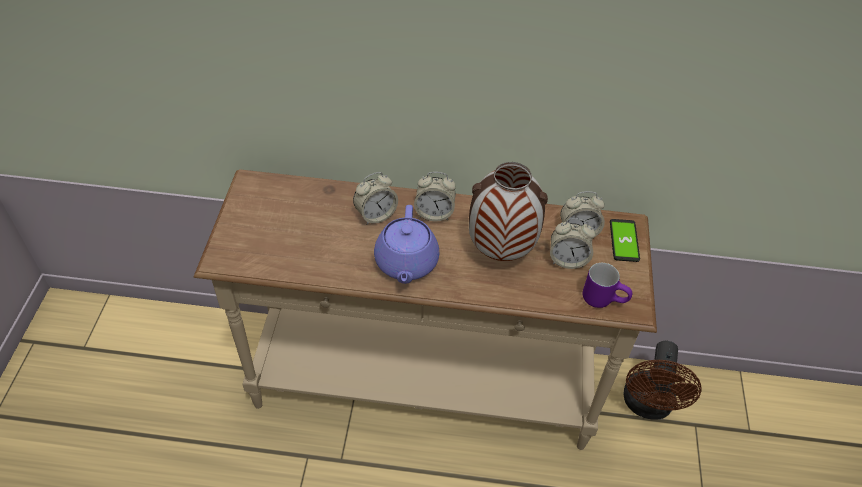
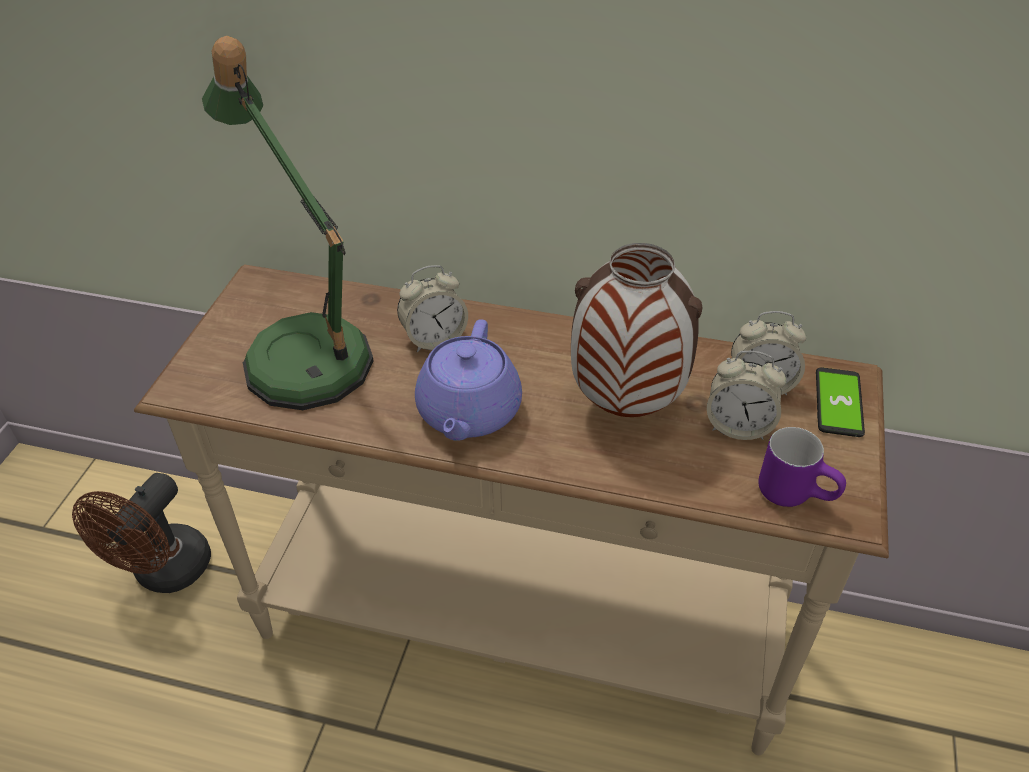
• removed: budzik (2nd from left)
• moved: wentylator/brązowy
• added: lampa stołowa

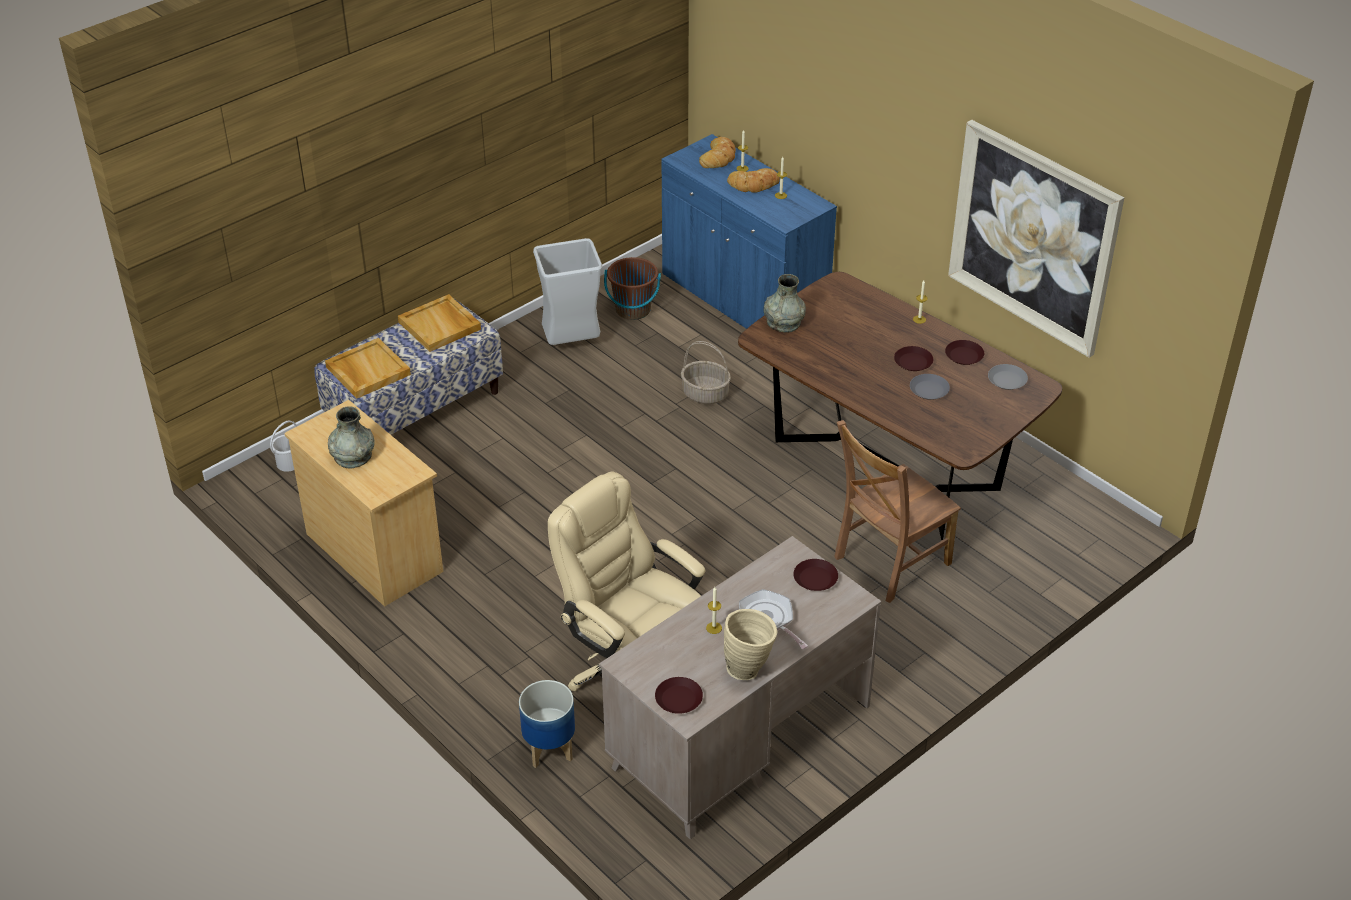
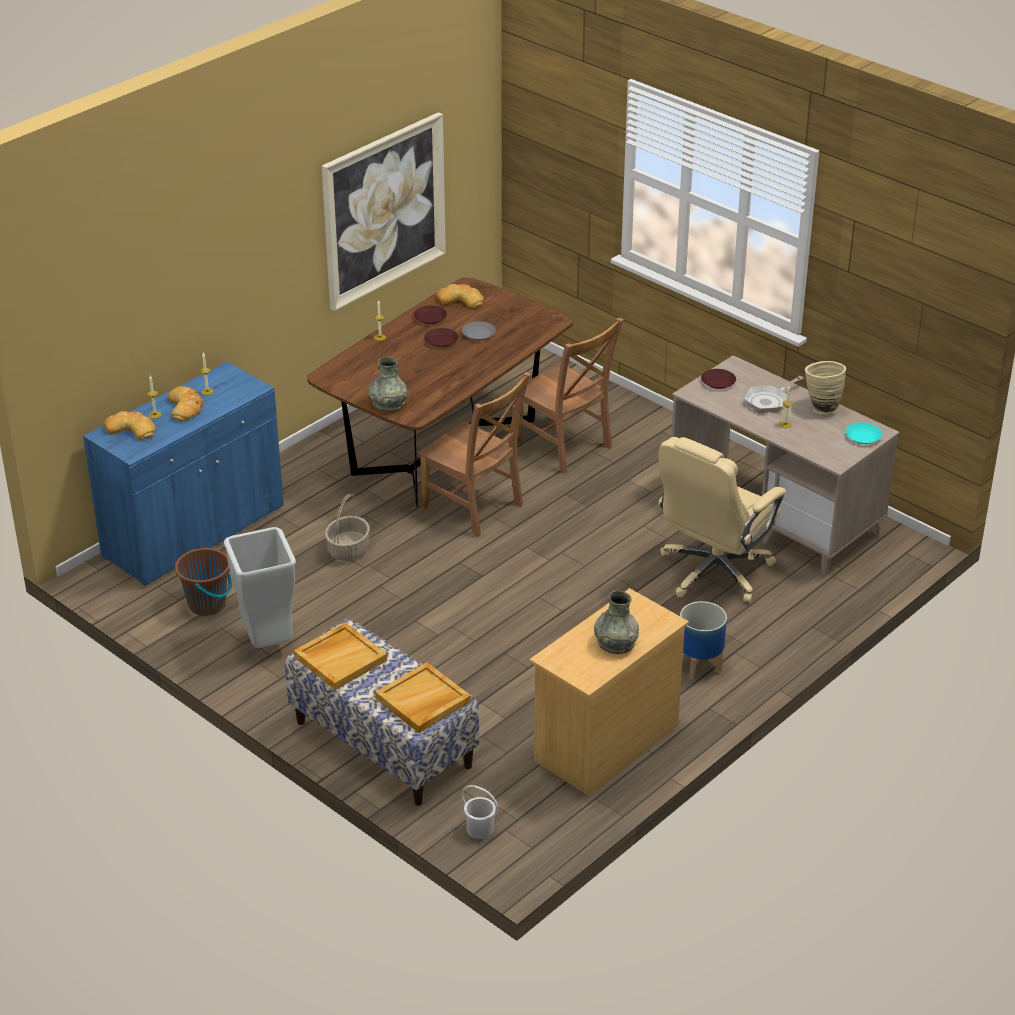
• moved: donica
• recoloured: talerz/brązowy (1st from left) to talerz/turkusowy
• replaced: talerz/szary (2nd from left) to chleb (3rd from left)
• added: krzesło/brązowy (1st from left)

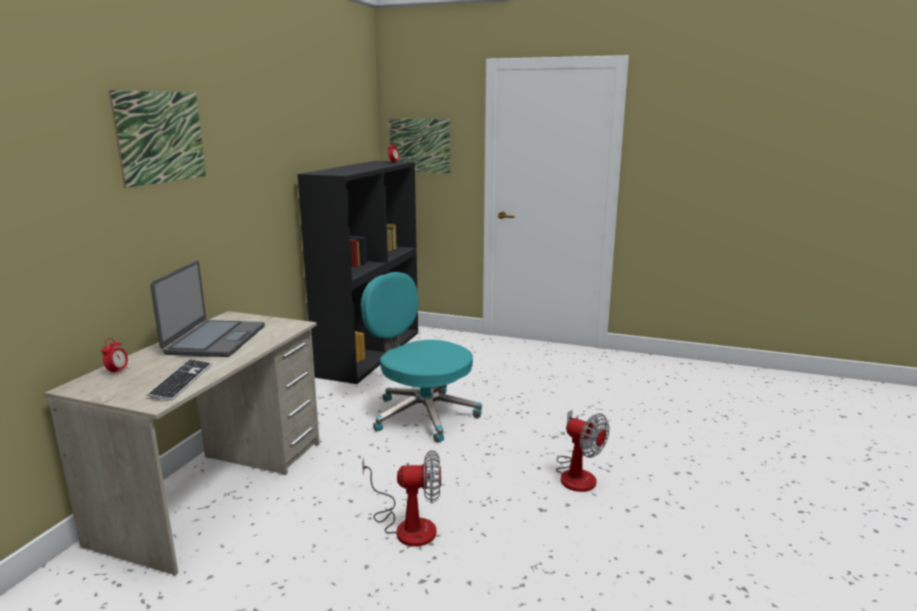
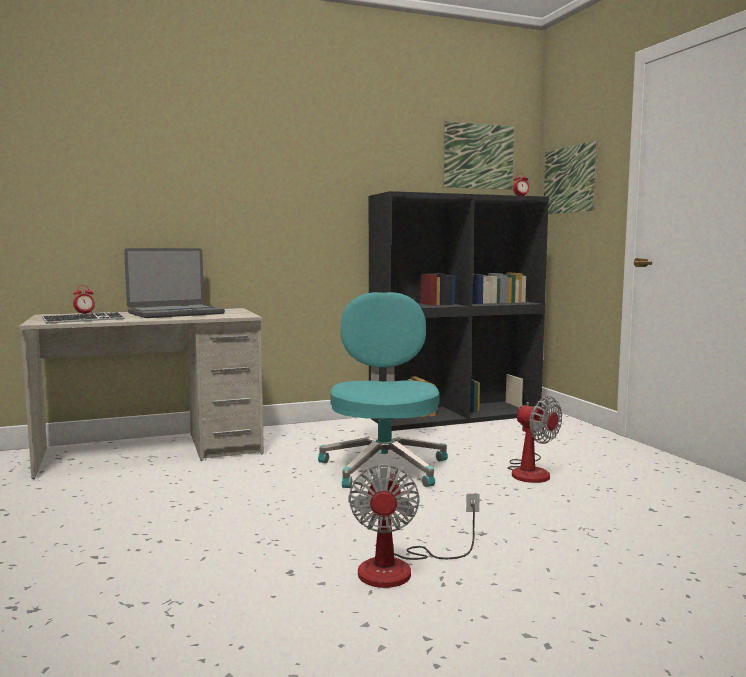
• moved: obraz (1st from left)
• moved: wentylator (1st from left in the first image) to wentylator (2nd from left)

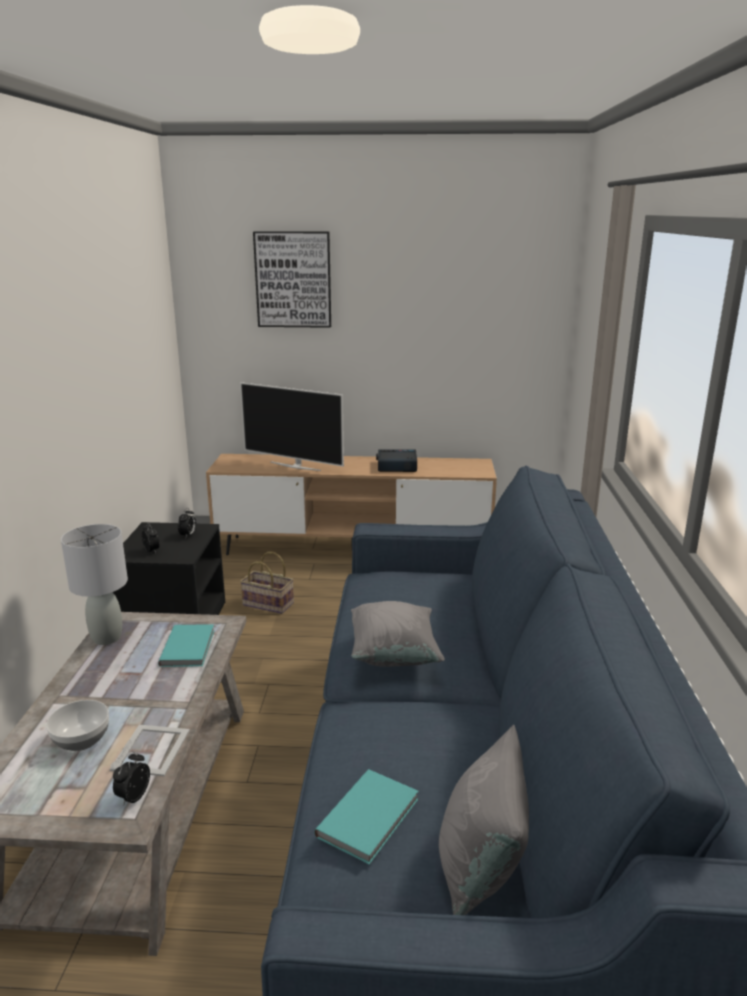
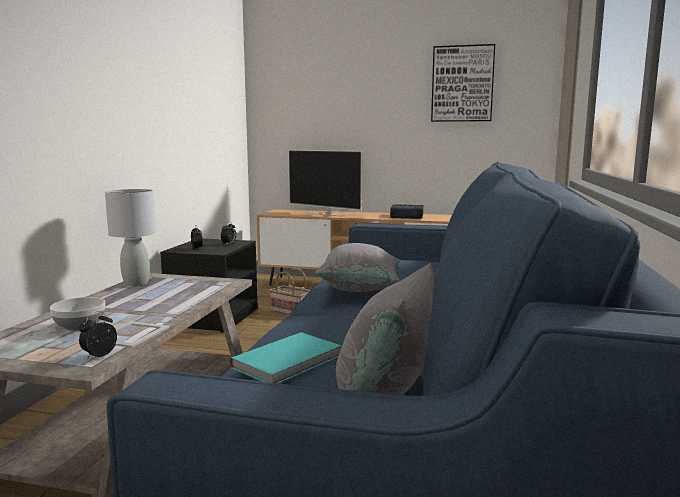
• removed: książka/turkusowy (1st from left)
• moved: obraz

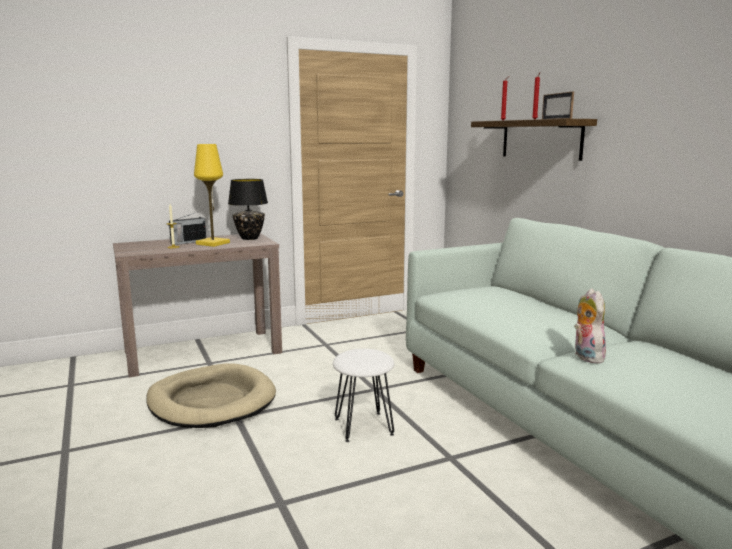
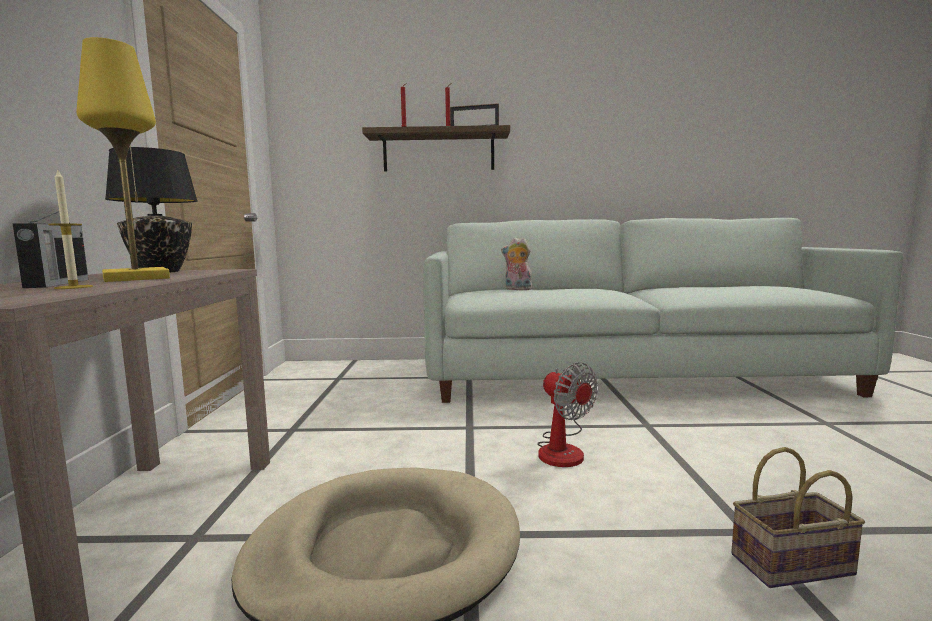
• replaced: stołek/biały to wentylator
• moved: pluszak
• added: koszyk

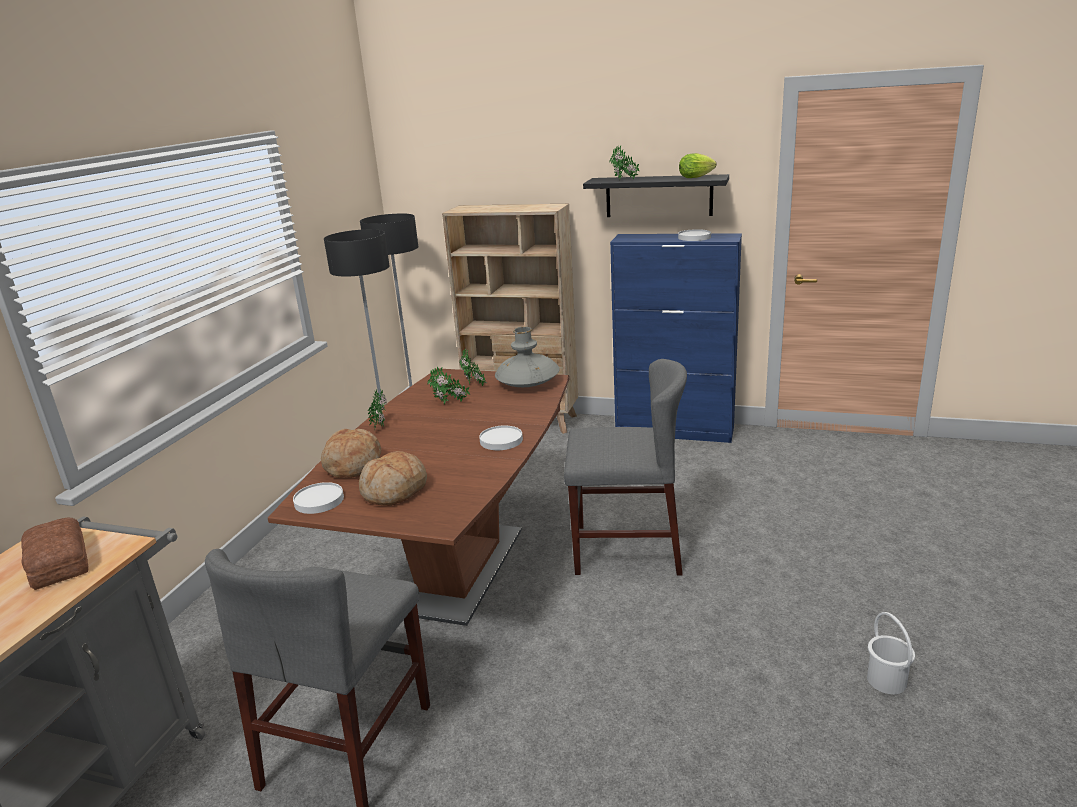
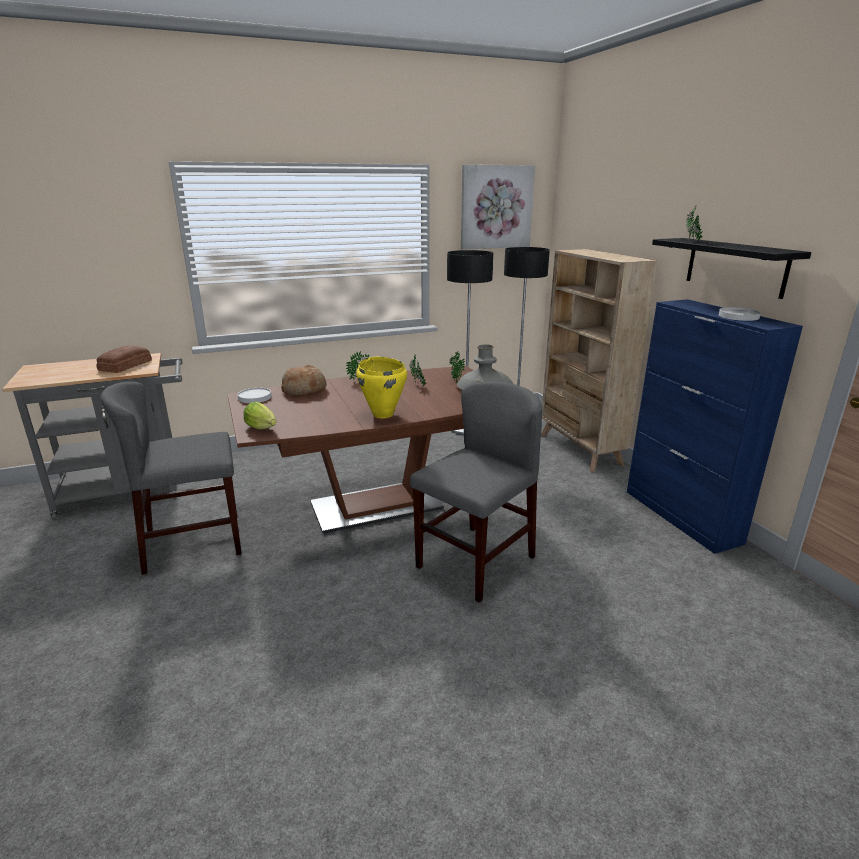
• removed: chleb (3rd from left)
• replaced: talerz/biały (2nd from left) to garnek/żółty
• turned: krzesło/szary (2nd from left) 105 degrees counterclockwise
• moved: sałata
• removed: wiadro/biały
• added: obraz

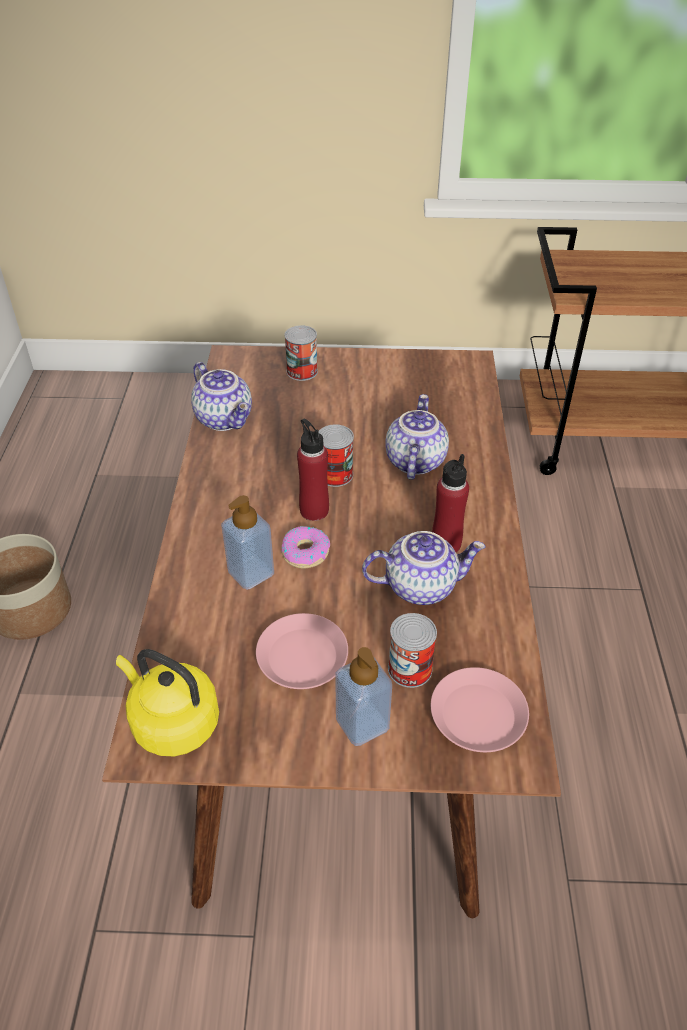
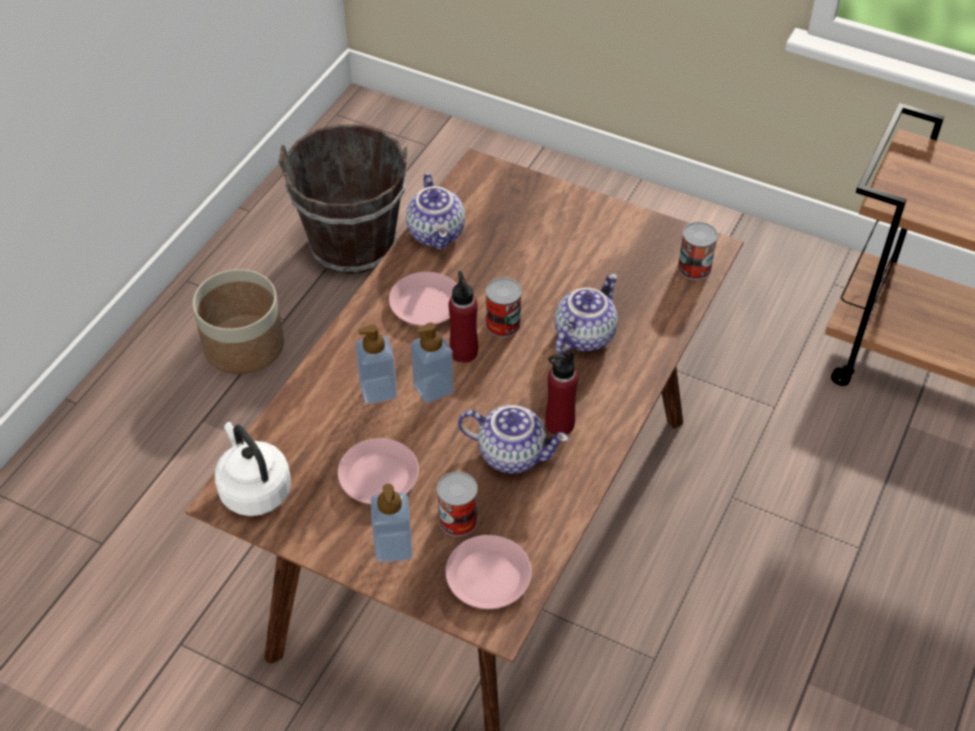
• recoloured: czajnik/żółty to czajnik/biały
• replaced: donut to dozownik mydła (3rd from left)
• moved: puszka (1st from left in the first image) to puszka (3rd from left)
• added: wiadro/brązowy
• added: talerz/różowy (2nd from left)

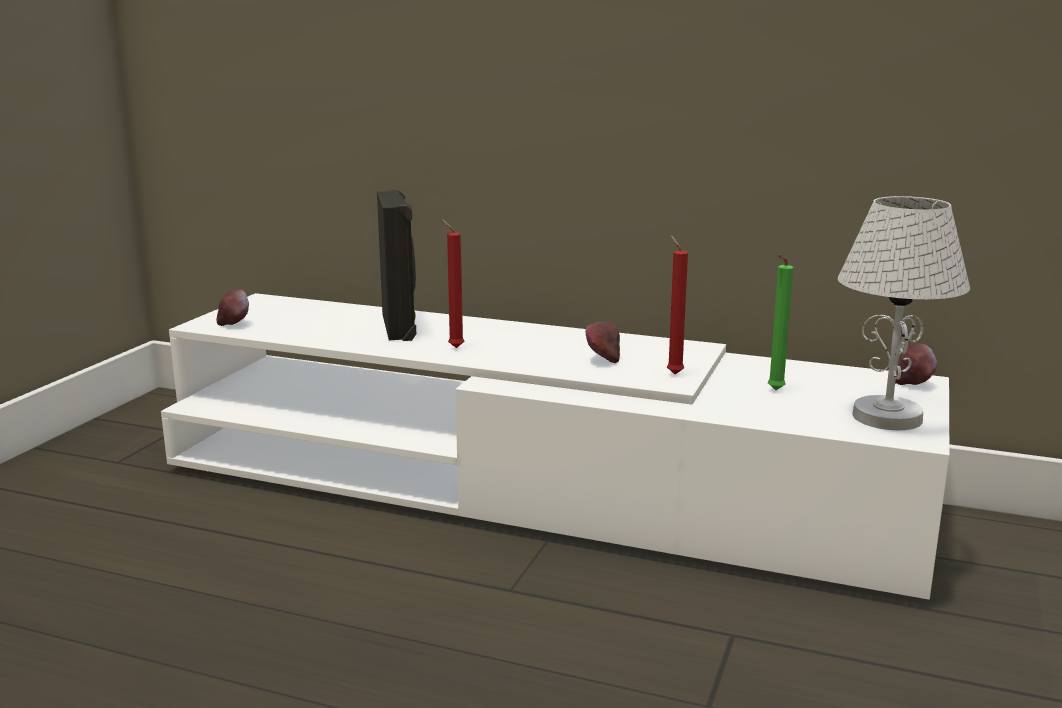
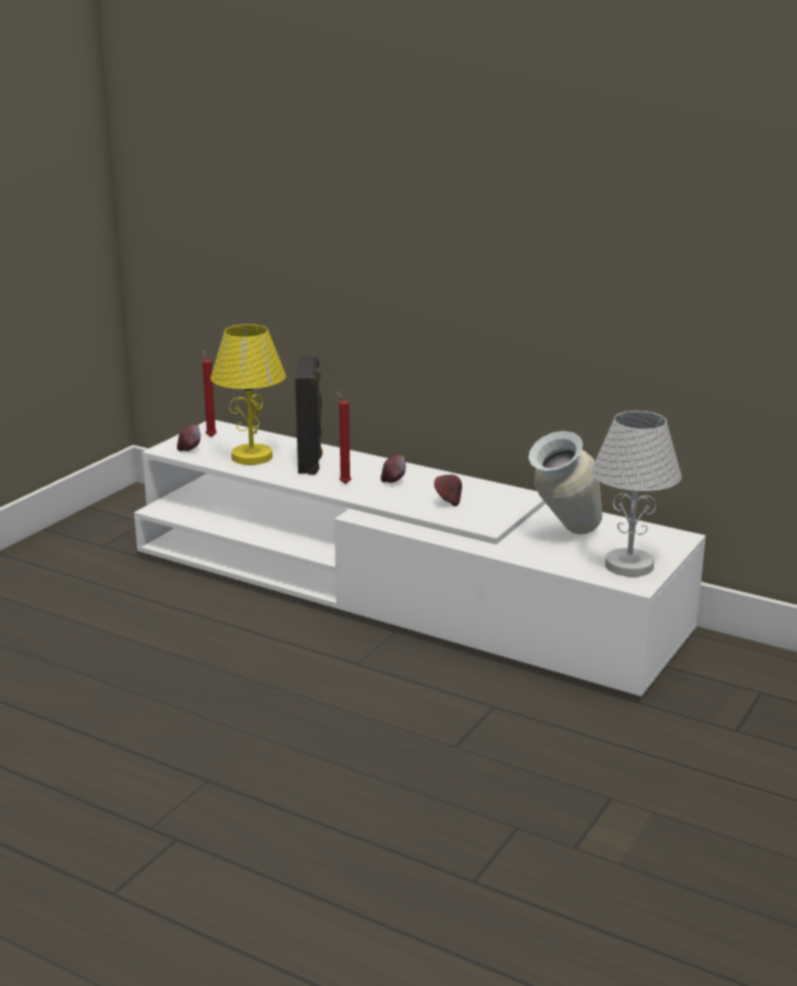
• moved: świeca/czerwony (2nd from left in the first image) to świeca/czerwony (1st from left)
• replaced: świeca/zielony to wazon
• moved: jabłko (3rd from left in the first image) to jabłko (2nd from left)
• added: lampa stołowa/żółty

